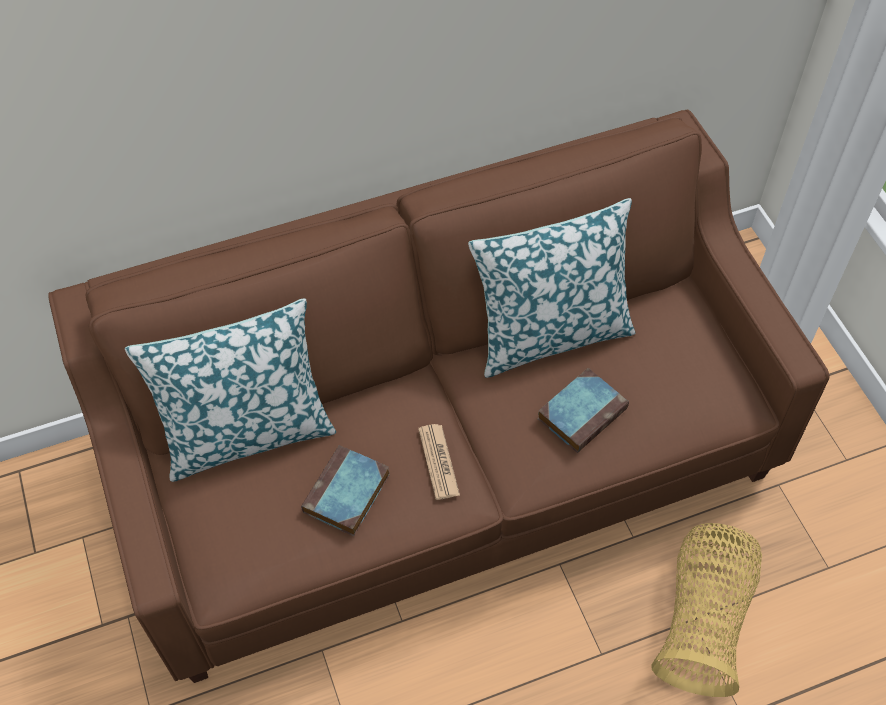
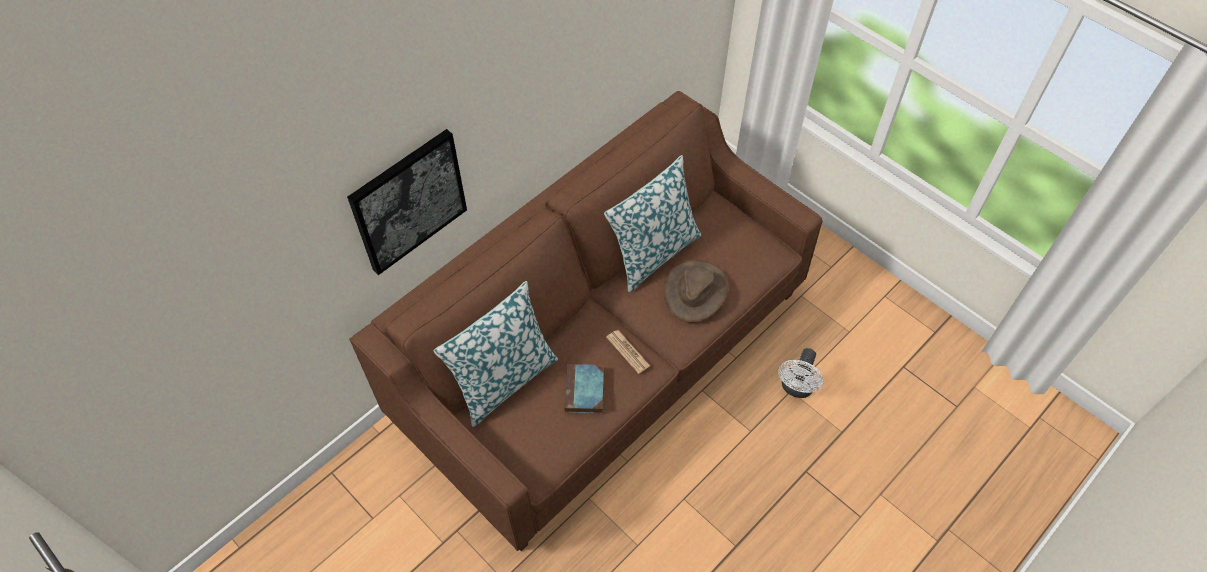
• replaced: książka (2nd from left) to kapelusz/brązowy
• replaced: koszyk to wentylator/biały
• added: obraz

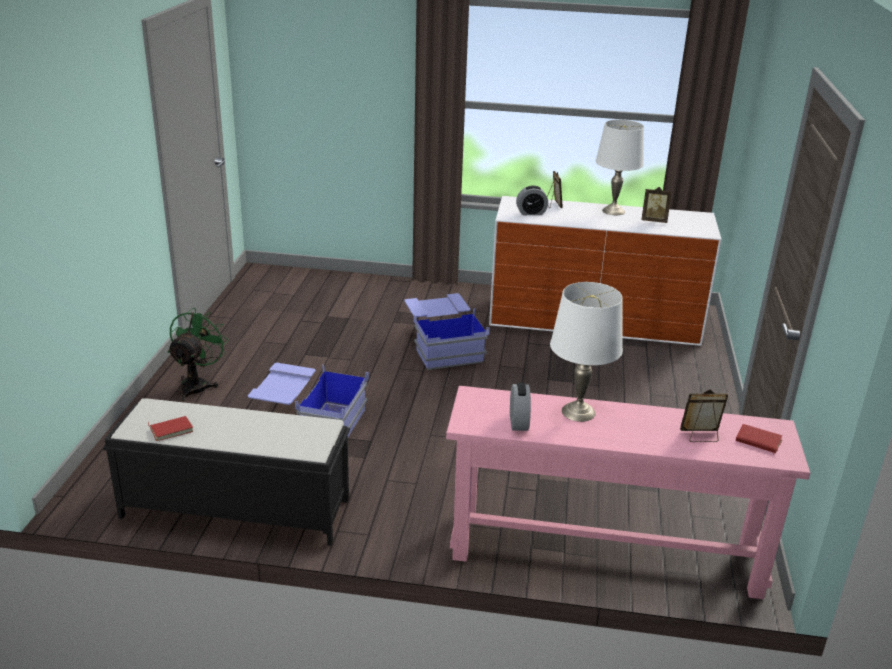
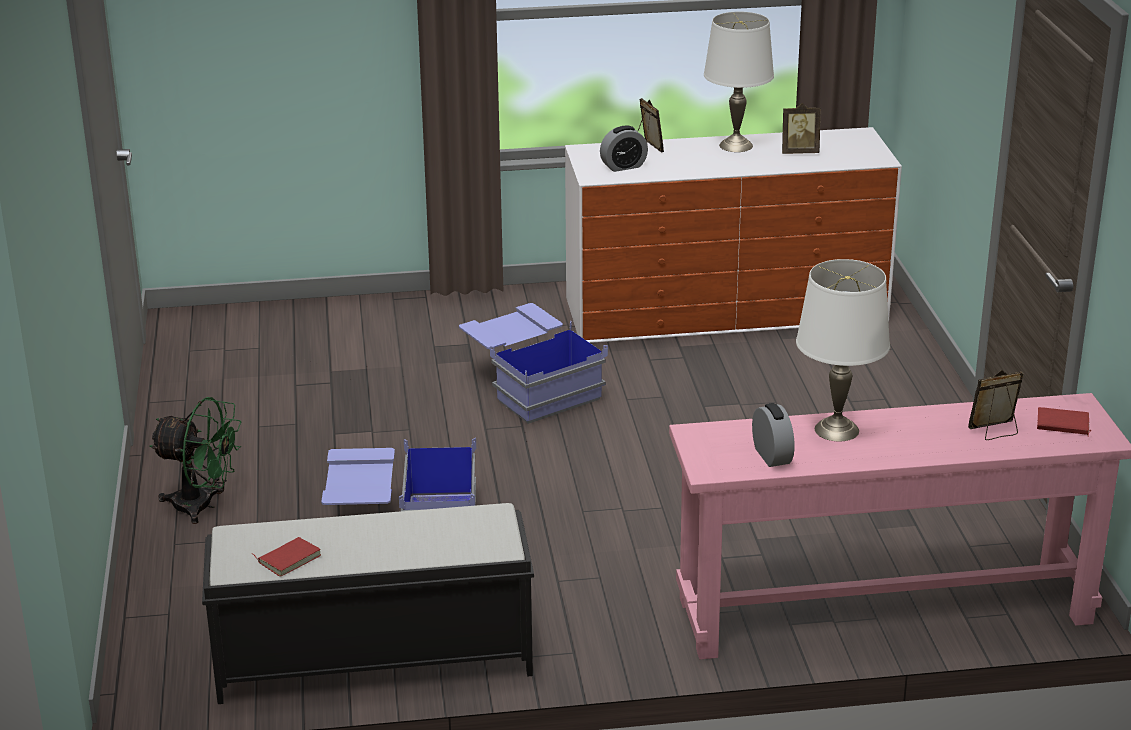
• turned: wentylator/zielony 105 degrees clockwise

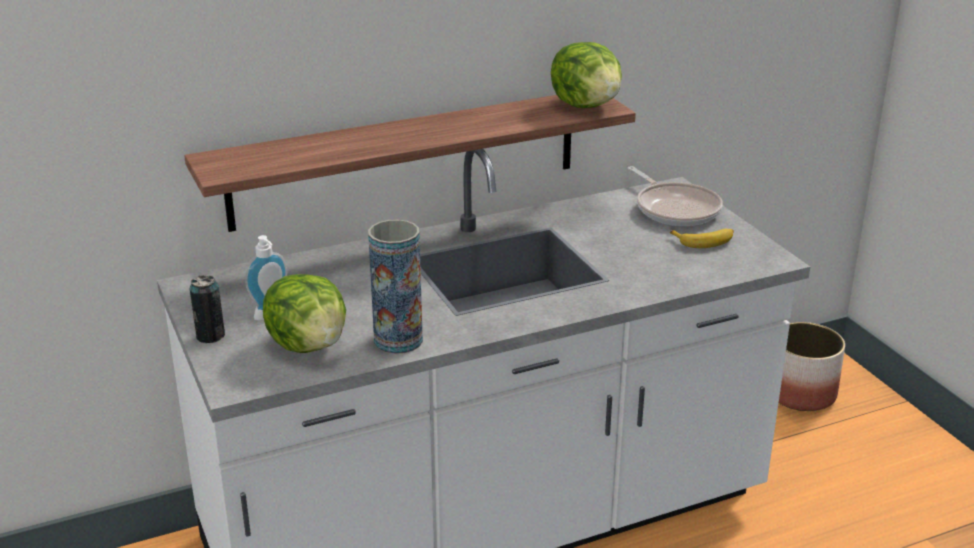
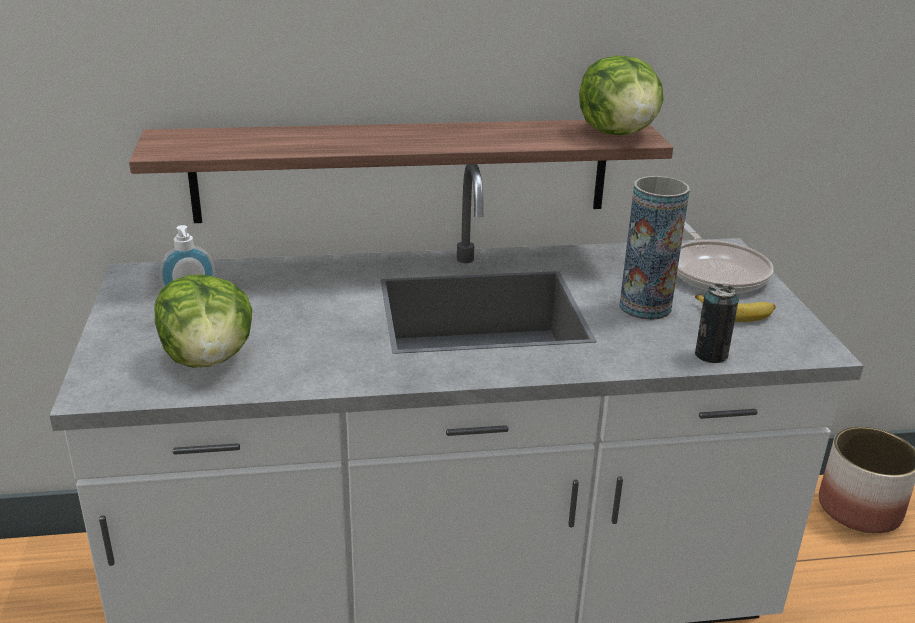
• moved: puszka
• moved: wazon

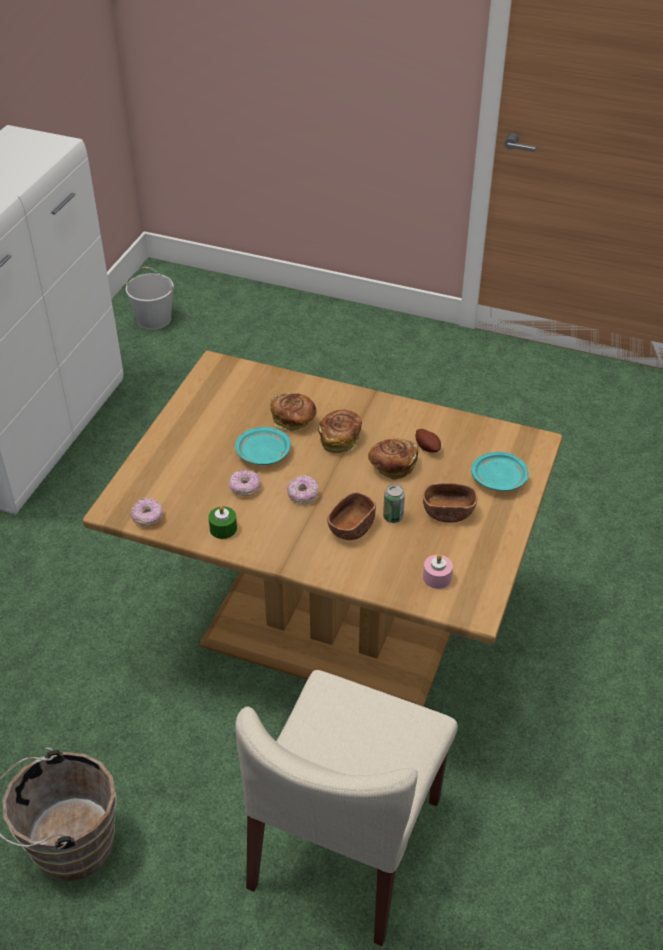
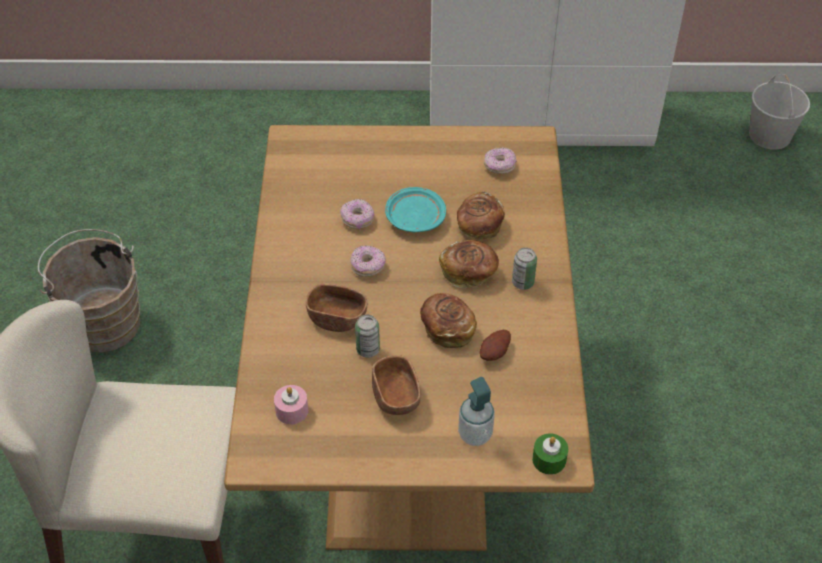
• moved: donut (1st from left in the first image) to donut (3rd from left)
• moved: świeca/zielony
• replaced: talerz/turkusowy (2nd from left) to dozownik mydła
• added: puszka (2nd from left)

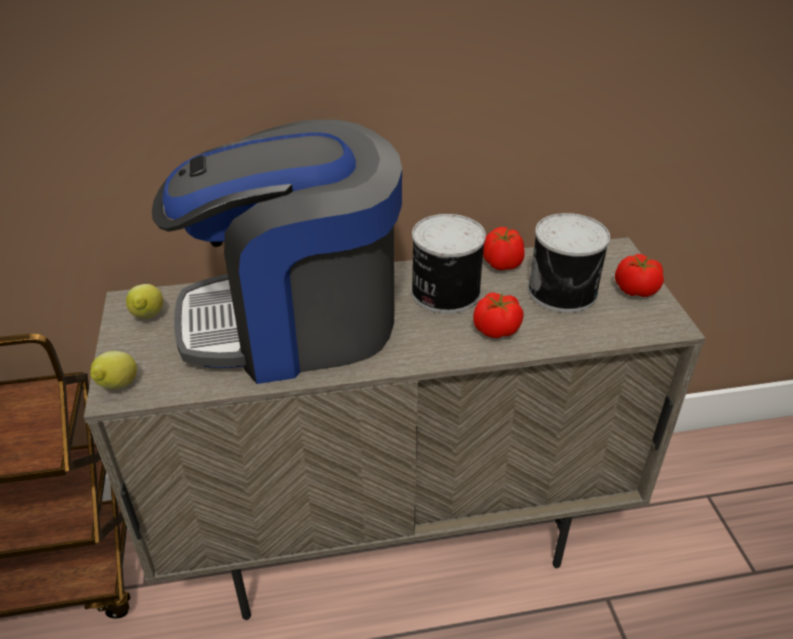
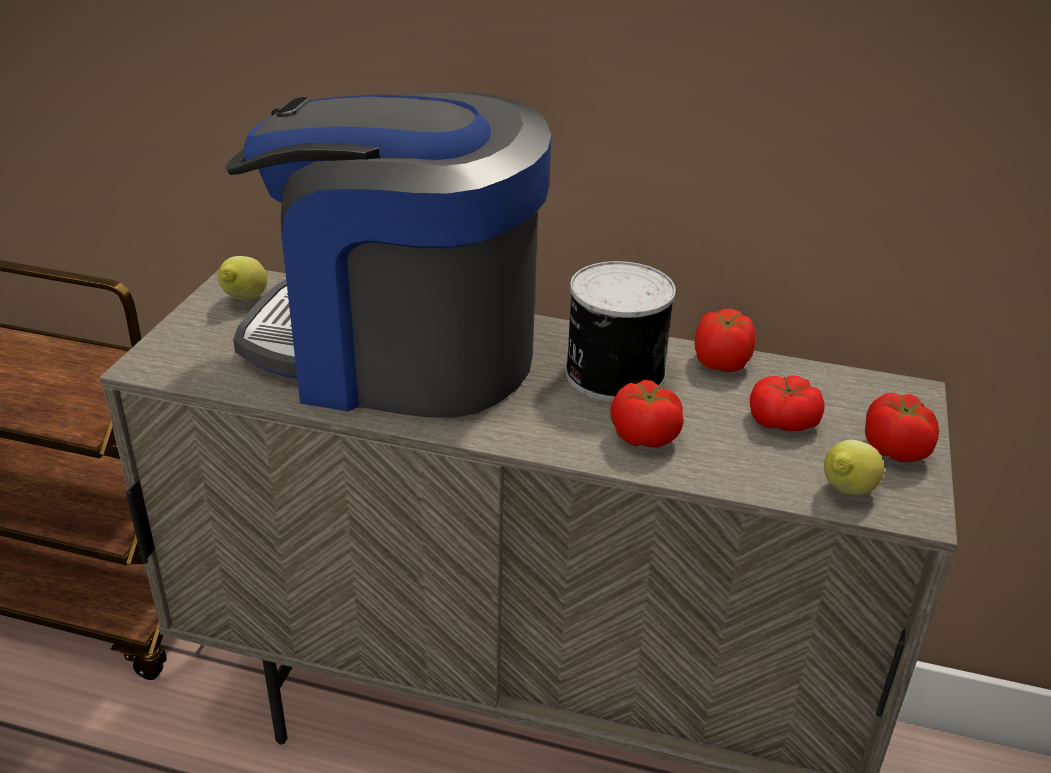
• moved: cytryna (1st from left in the first image) to cytryna (2nd from left)
• replaced: puszka (2nd from left) to pomidor (3rd from left)

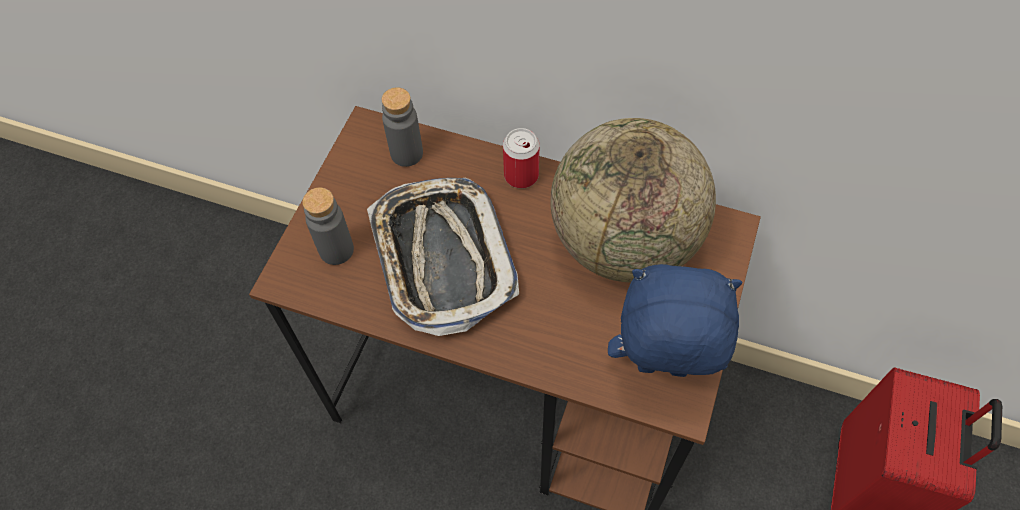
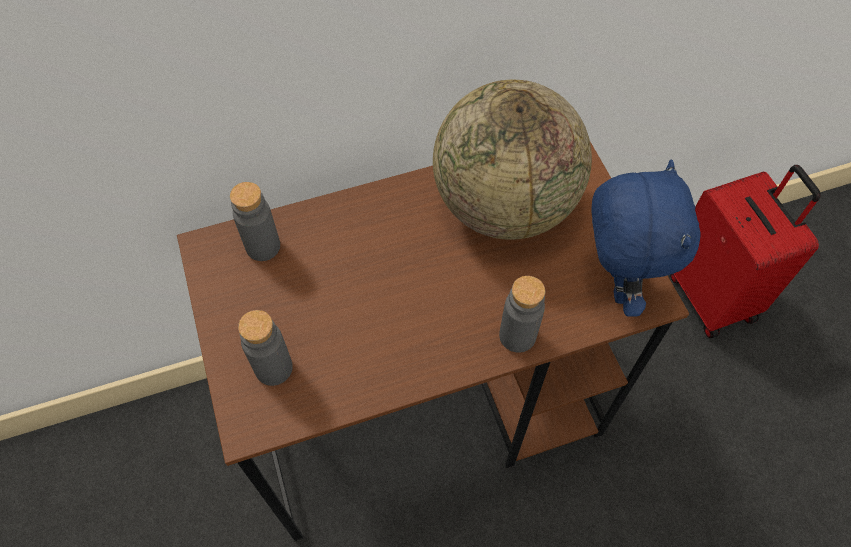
• removed: taca
• removed: puszka
• turned: pluszak/niebieski 120 degrees clockwise
• added: butelka/szary (3rd from left)

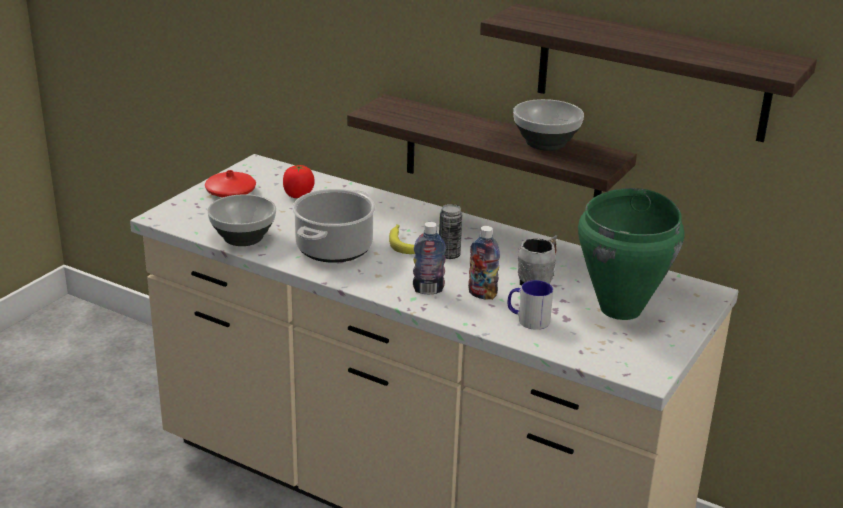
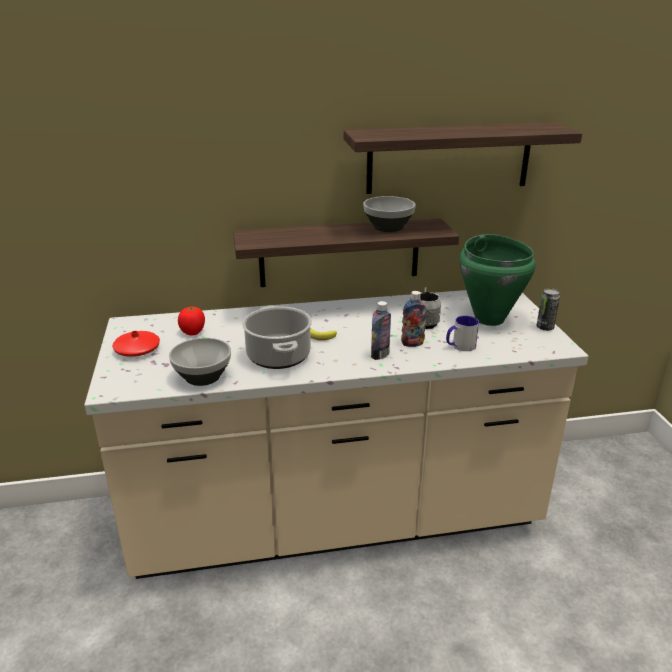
• moved: puszka

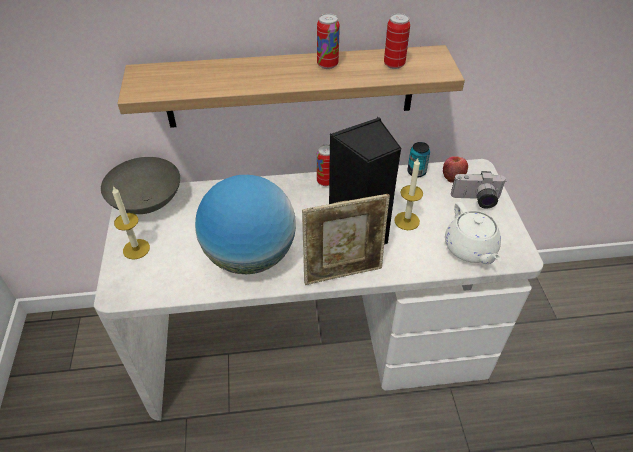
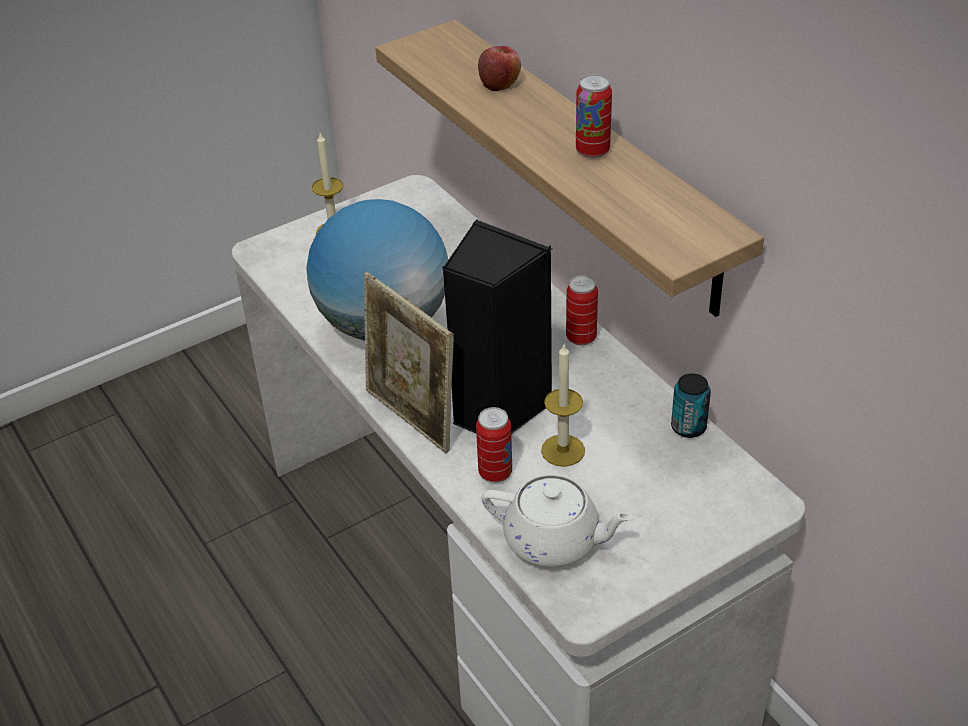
• removed: miska/szary
• moved: puszka (3rd from left in the first image) to puszka (1st from left)
• moved: jabłko
• turned: imbryk/biały 120 degrees counterclockwise
• removed: aparat fotograficzny

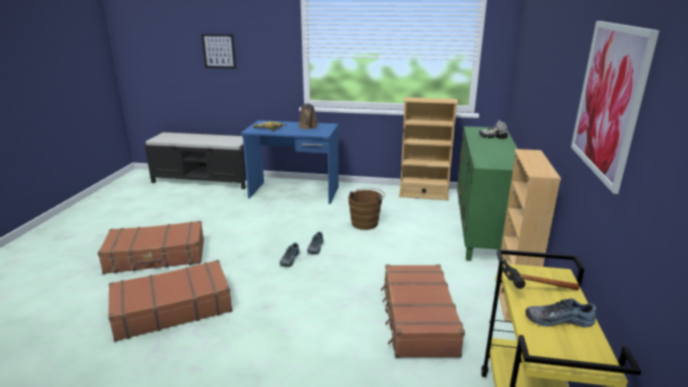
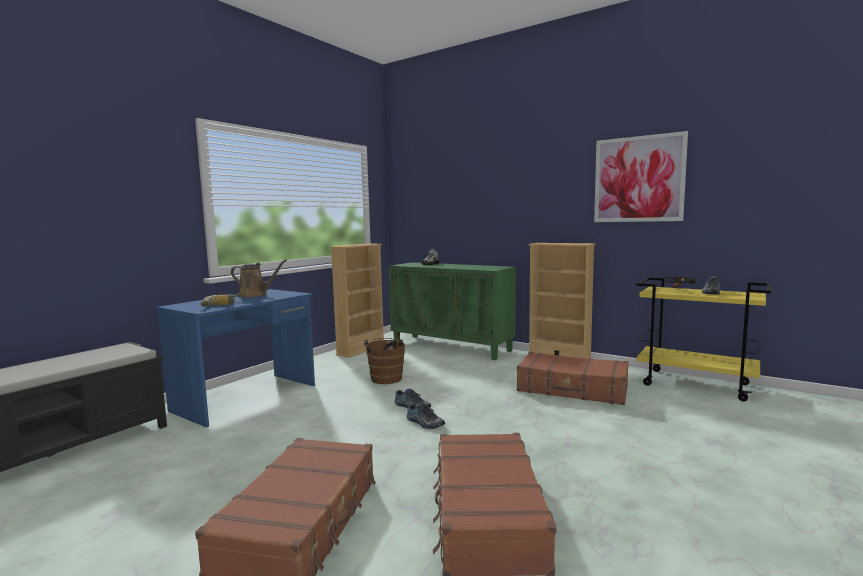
• removed: obraz (1st from left)

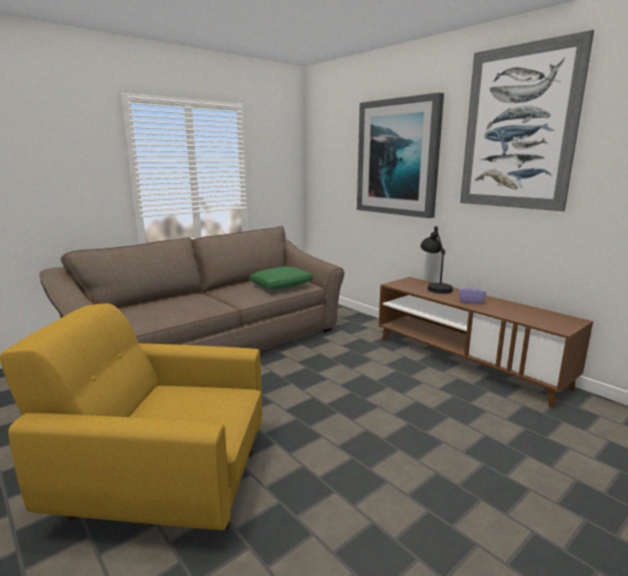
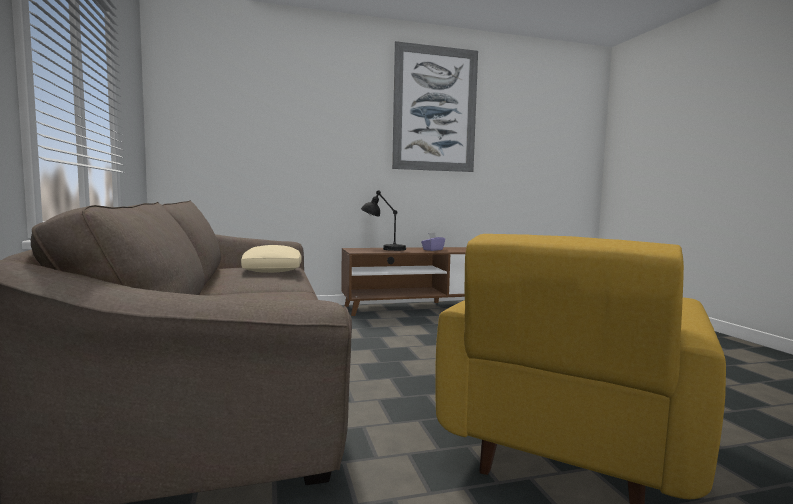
• recoloured: poduszka/zielony to poduszka/beżowy
• removed: obraz (1st from left)

